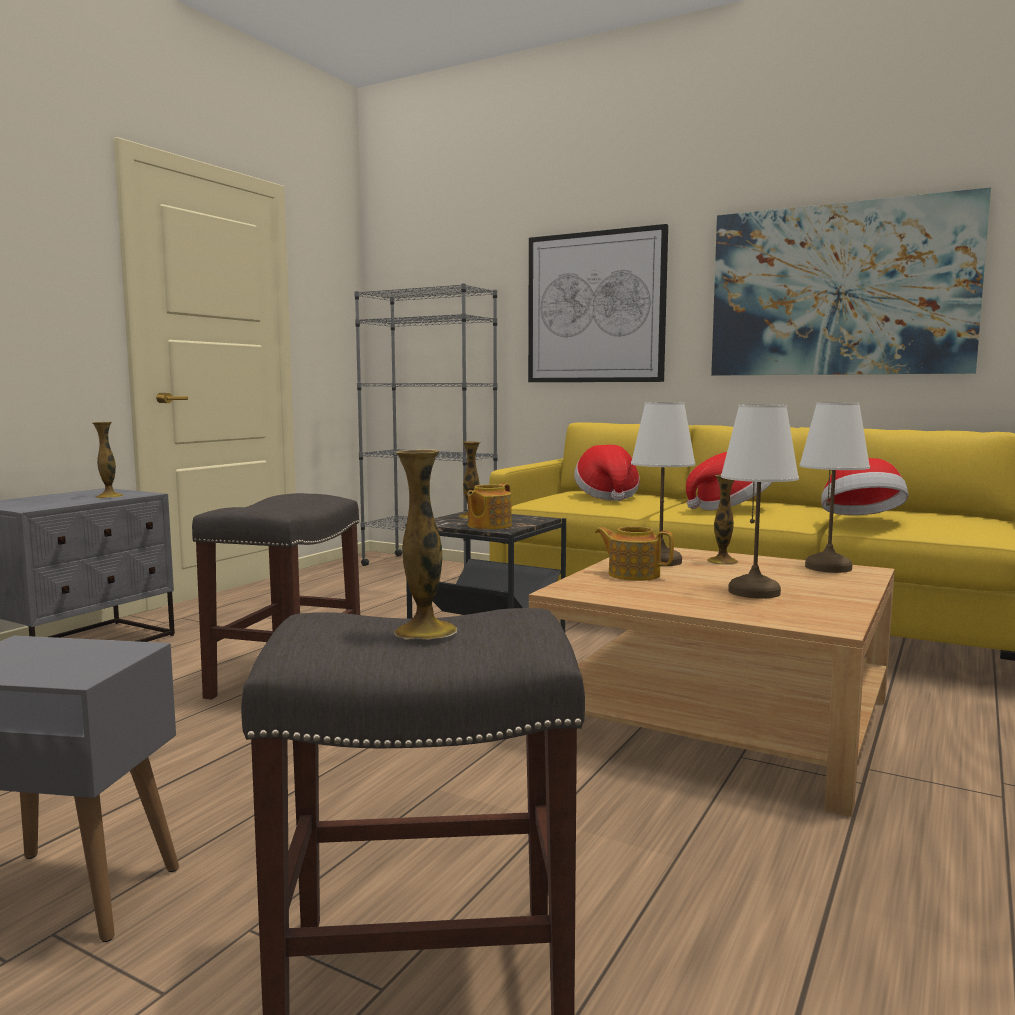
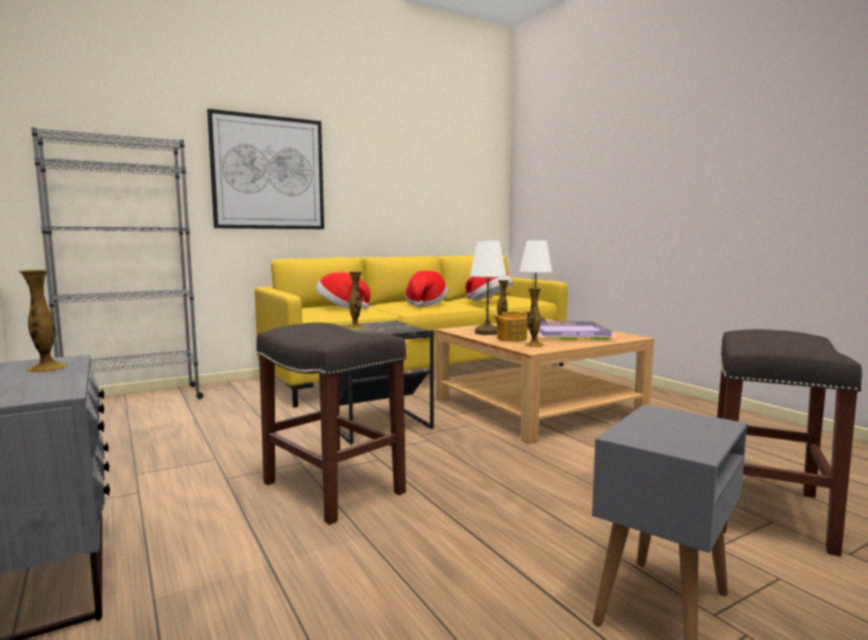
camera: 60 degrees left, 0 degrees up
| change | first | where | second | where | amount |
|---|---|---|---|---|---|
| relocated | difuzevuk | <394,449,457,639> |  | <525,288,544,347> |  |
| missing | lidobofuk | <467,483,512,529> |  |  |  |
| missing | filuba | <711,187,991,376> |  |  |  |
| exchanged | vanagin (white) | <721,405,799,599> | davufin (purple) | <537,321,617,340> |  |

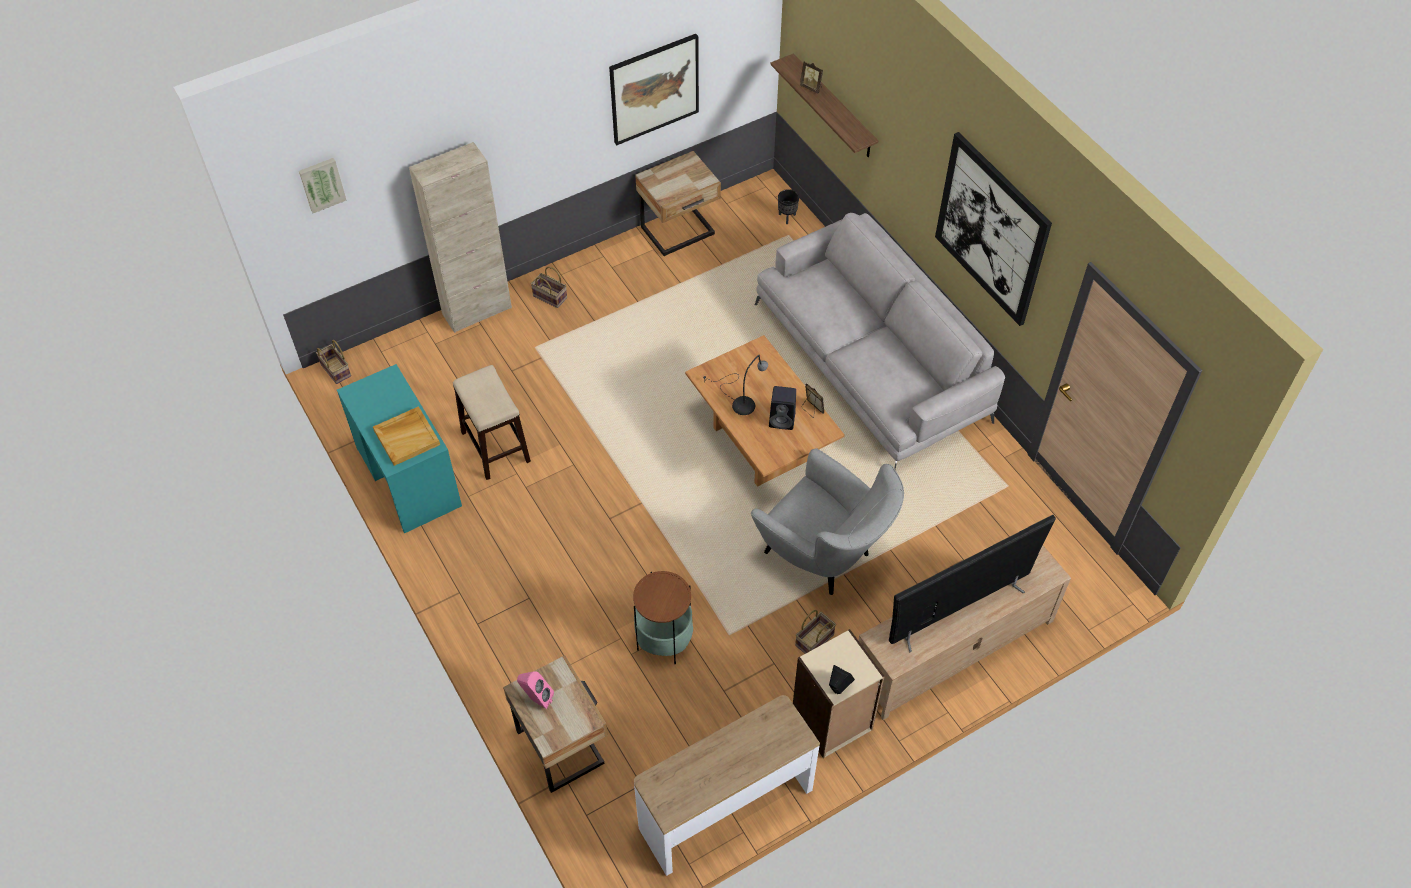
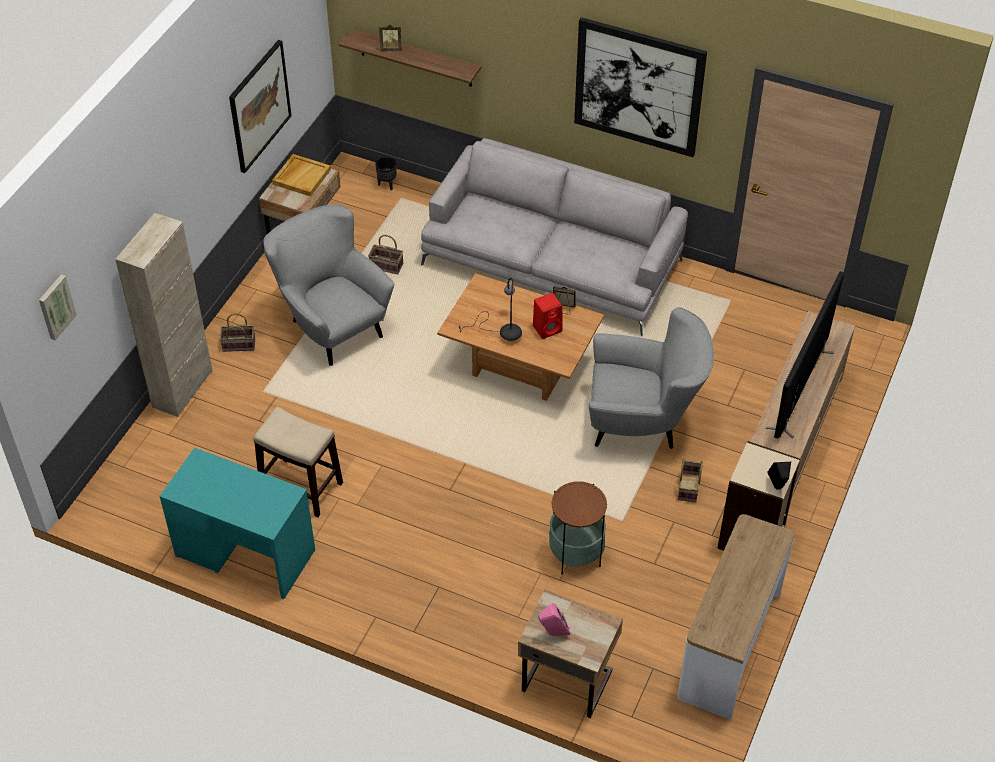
camera: 35 degrees left, 5 degrees down
| change | first | where | second | where | amount |
|---|---|---|---|---|---|
| relocated | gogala | <316,340,351,384> |  | <368,235,403,274> |  |
| relocated | davufin (beige) | <373,406,440,466> |  | <272,154,331,197> |  |
| colour | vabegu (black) | <769,386,796,430> | vabegu (red) | <533,293,563,339> |  |
| appeared |  |  | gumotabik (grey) | <264,204,394,366> |  |

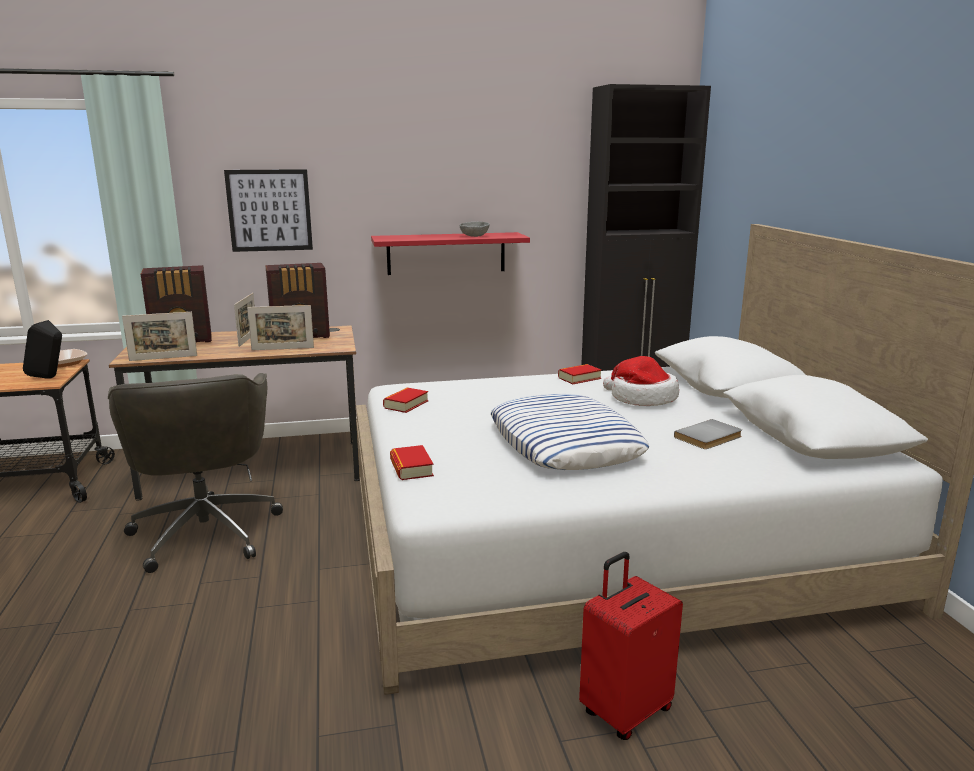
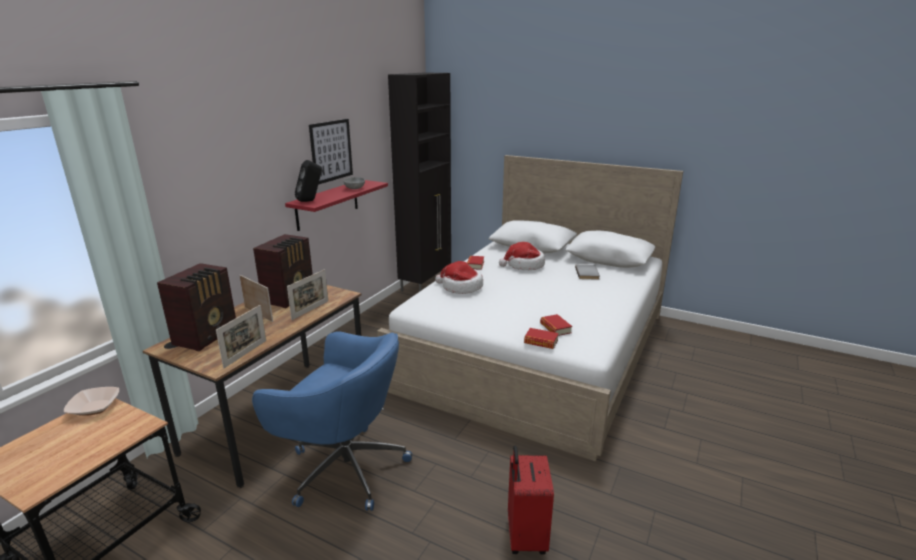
camera: 50 degrees left, 5 degrees up
| change | first | where | second | where | amount |
|---|---|---|---|---|---|
| relocated | vabegu (black) | <23,320,62,379> |  | <295,160,322,202> |  |
| colour | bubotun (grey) | <108,373,283,573> | bubotun (blue) | <252,331,412,511> |  |
| relocated | filuba | <224,169,313,252> |  | <309,119,353,185> |  |
| relocated | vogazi | <383,387,428,413> |  | <540,314,572,336> |  |
| missing | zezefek | <490,394,650,470> |  |  |  |
| relocated | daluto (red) | <579,552,683,740> |  | <508,446,554,555> |  |
| appeared |  |  | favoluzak | <435,261,483,294> |  |

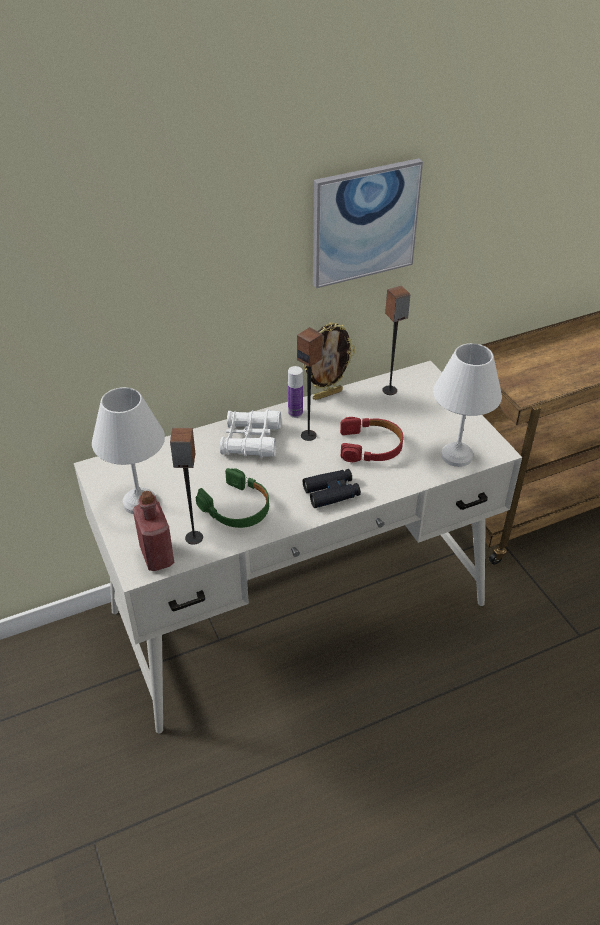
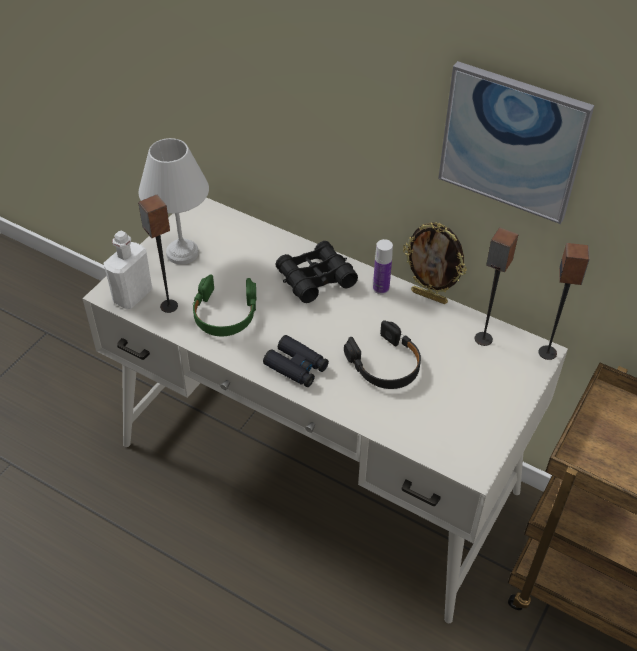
camera: 55 degrees right, 5 degrees up
| change | first | where | second | where | amount |
|---|---|---|---|---|---|
| colour | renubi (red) | <133,491,174,571> | renubi (white) | <104,231,152,309> |  |
| colour | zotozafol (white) | <220,409,281,458> | zotozafol (black) | <275,241,358,303> |  |
| relocated | vabegu | <297,327,323,441> |  | <538,243,590,360> |  |
| colour | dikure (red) | <340,417,403,462> | dikure (black) | <344,320,421,389> |  |
| missing | vanagin (white) | <433,343,502,467> |  |  |  |

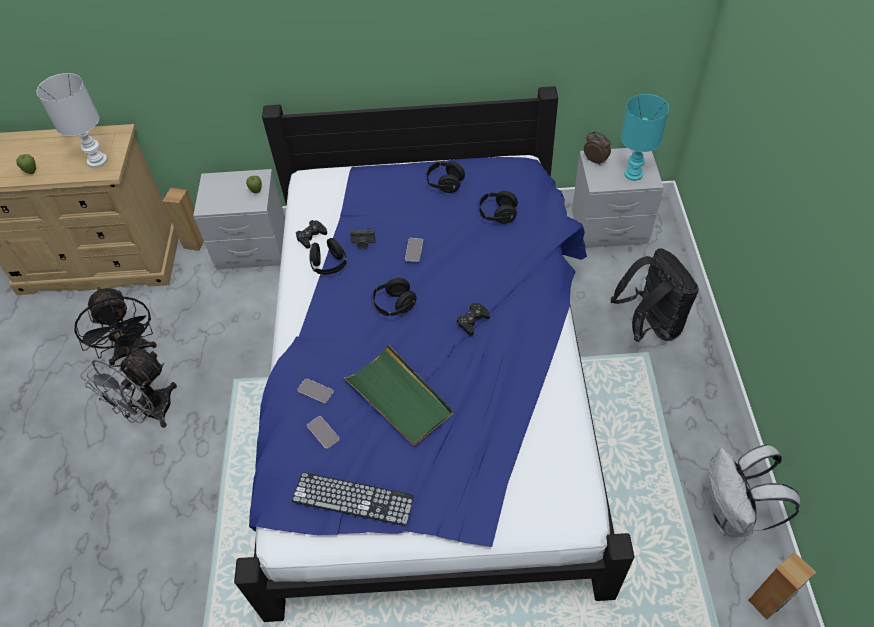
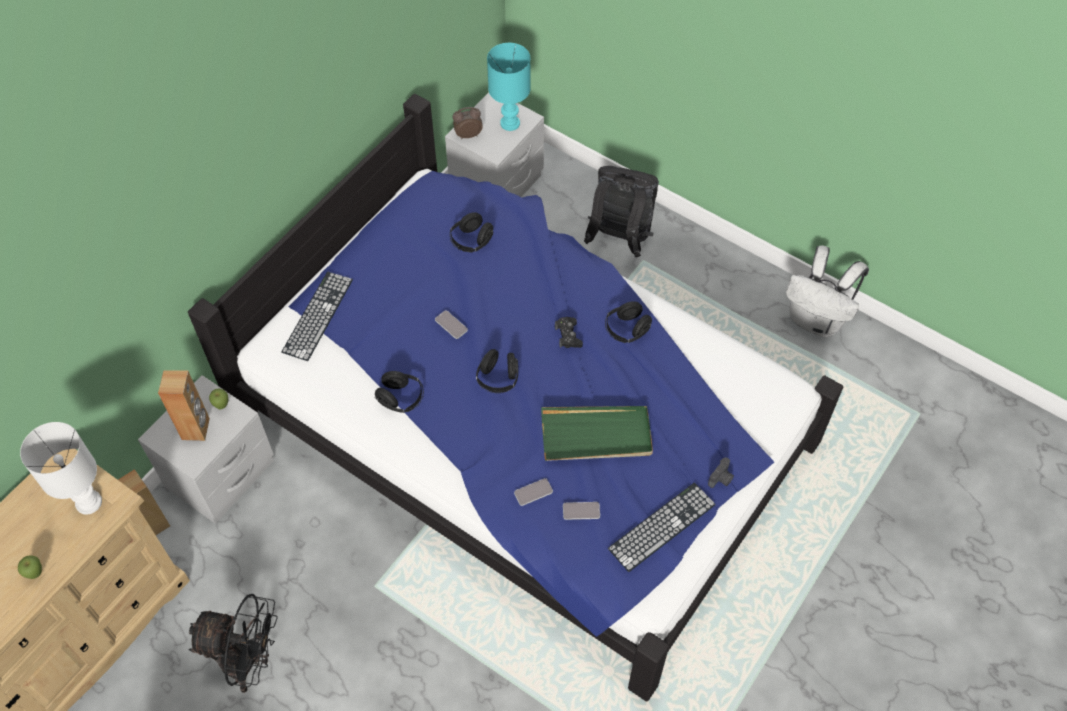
camera: 55 degrees left, 5 degrees up
| change | first | where | second | where | amount |
|---|---|---|---|---|---|
| missing | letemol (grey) | <80,347,177,428> |  |  |  |
| missing | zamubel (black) | <296,220,327,249> |  |  |  |
| relocated | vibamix | <350,228,376,249> |  | <708,457,734,488> |  |
| relocated | dikure (black) | <425,162,465,193> |  | <605,301,652,343> |  |
| relocated | vabegu (brown) | <748,552,816,619> |  | <158,370,210,441> |  |
| appeared |  |  | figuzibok | <282,272,353,361> |  |

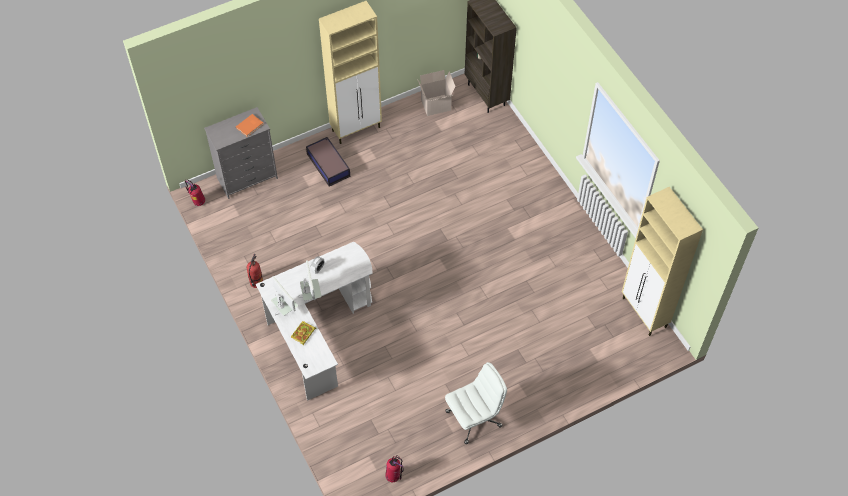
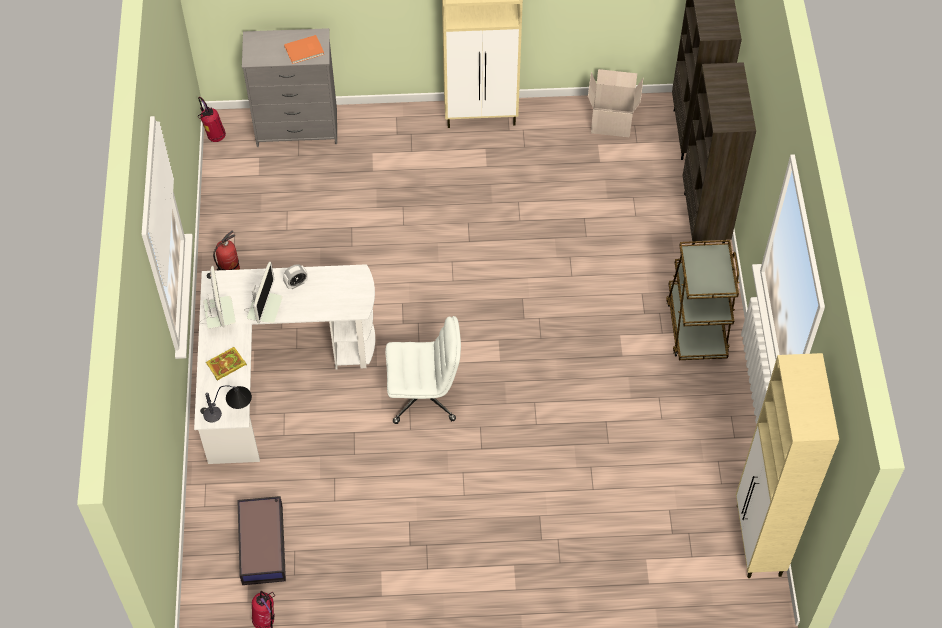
camera: 25 degrees right, 0 degrees up
| change | first | where | second | where | amount |
|---|---|---|---|---|---|
| relocated | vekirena | <306,137,350,187> |  | <238,496,286,585> |  |
| relocated | bubotun (white) | <445,362,507,444> |  | <385,316,461,424> |  |
| appeared |  |  | vanagin | <203,385,252,423> |  |
| appeared |  |  | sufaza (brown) | <666,240,740,360> |  |
| appeared |  |  | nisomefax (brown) | <682,62,756,245> |  |

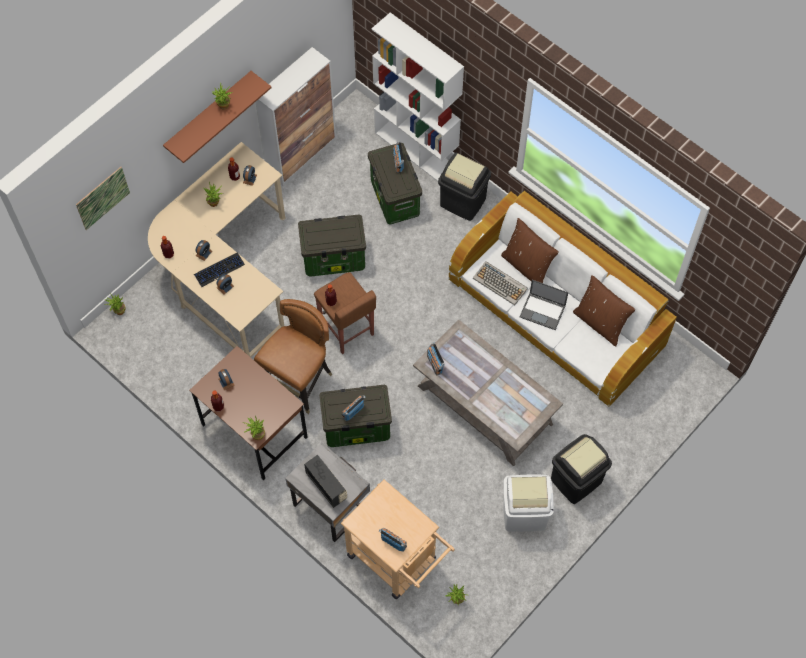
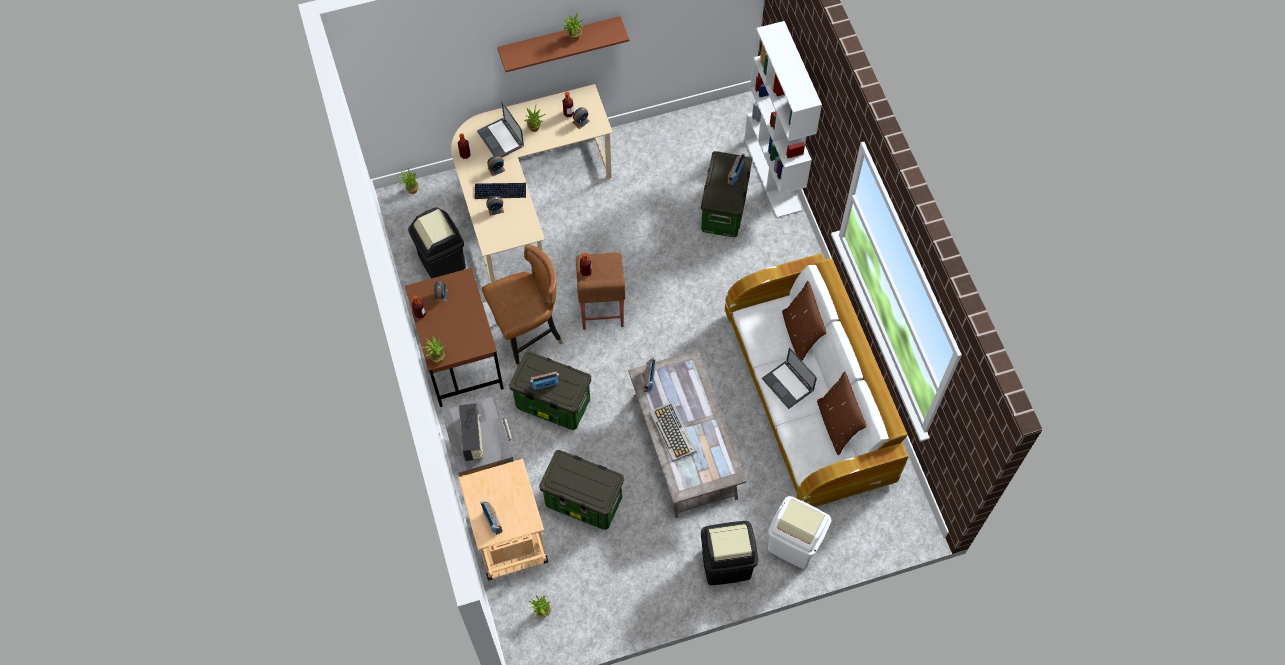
camera: 30 degrees right, 0 degrees up
| change | first | where | second | where | amount |
|---|---|---|---|---|---|
| missing | filuba | <76,167,130,230> |  |  |  |
| missing | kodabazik | <255,47,336,187> |  |  |  |
| relocated | vekirena | <298,215,366,276> |  | <539,450,624,530> |  |
| relocated | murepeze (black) | <438,152,491,221> |  | <408,207,466,279> |  |
| relocated | figuzibok | <473,261,528,305> |  | <649,402,697,462> |  |
| relocated | murepeze (white) | <503,475,554,532> |  | <768,496,831,569> |  |
| appeared |  |  | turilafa | <477,101,524,157> |  |

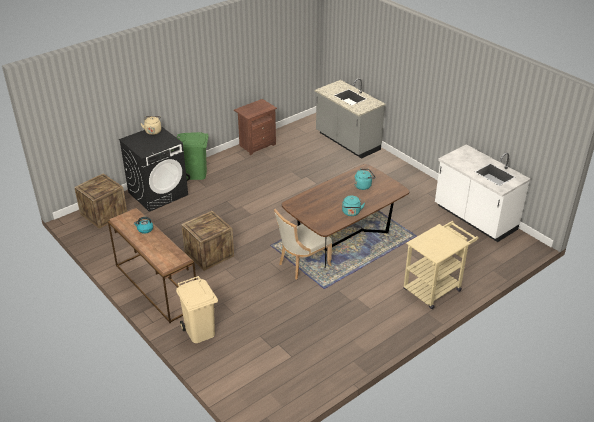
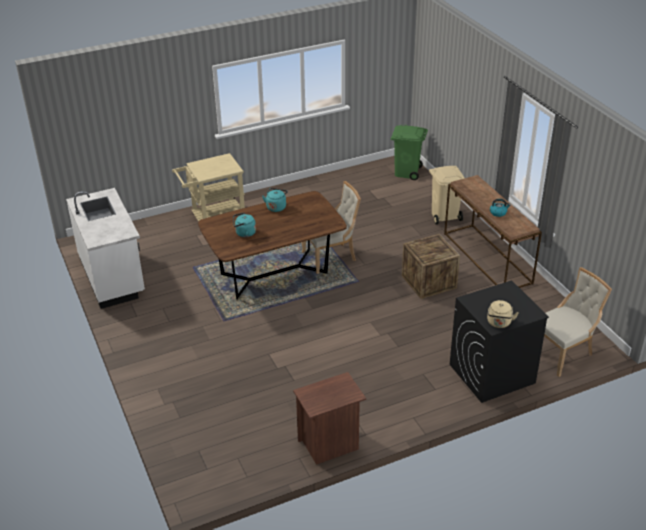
camera: 165 degrees left, 0 degrees up
| change | first | where | second | where | amount |
|---|---|---|---|---|---|
| exchanged | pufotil | <74,174,127,229> | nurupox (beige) | <544,267,612,377> |  |
| relocated | murepeze (green) | <177,132,209,181> |  | <391,125,428,180> |  |
| missing | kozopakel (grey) | <314,78,385,159> |  |  |  |

